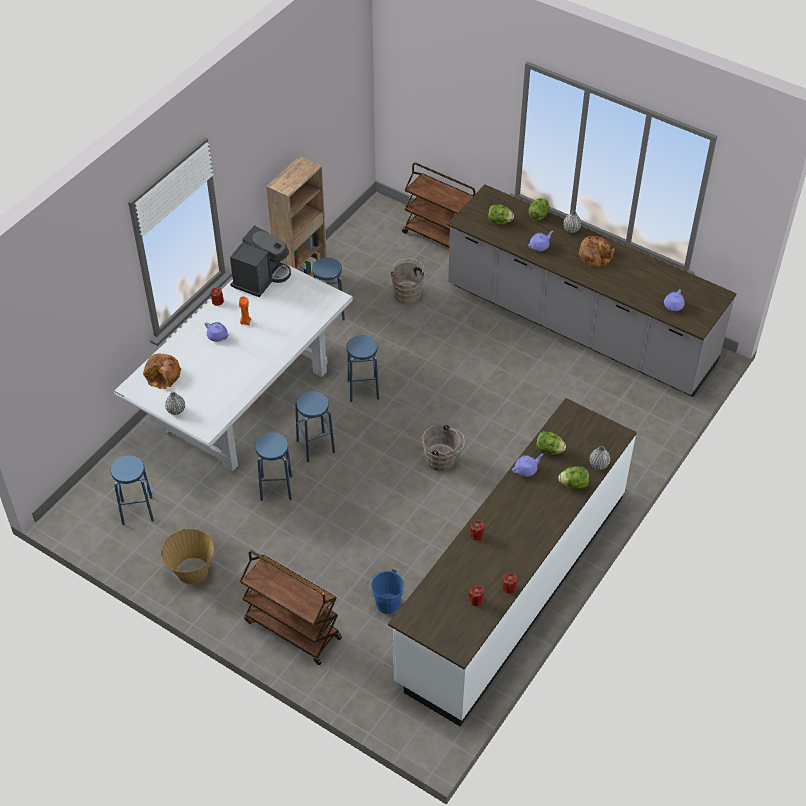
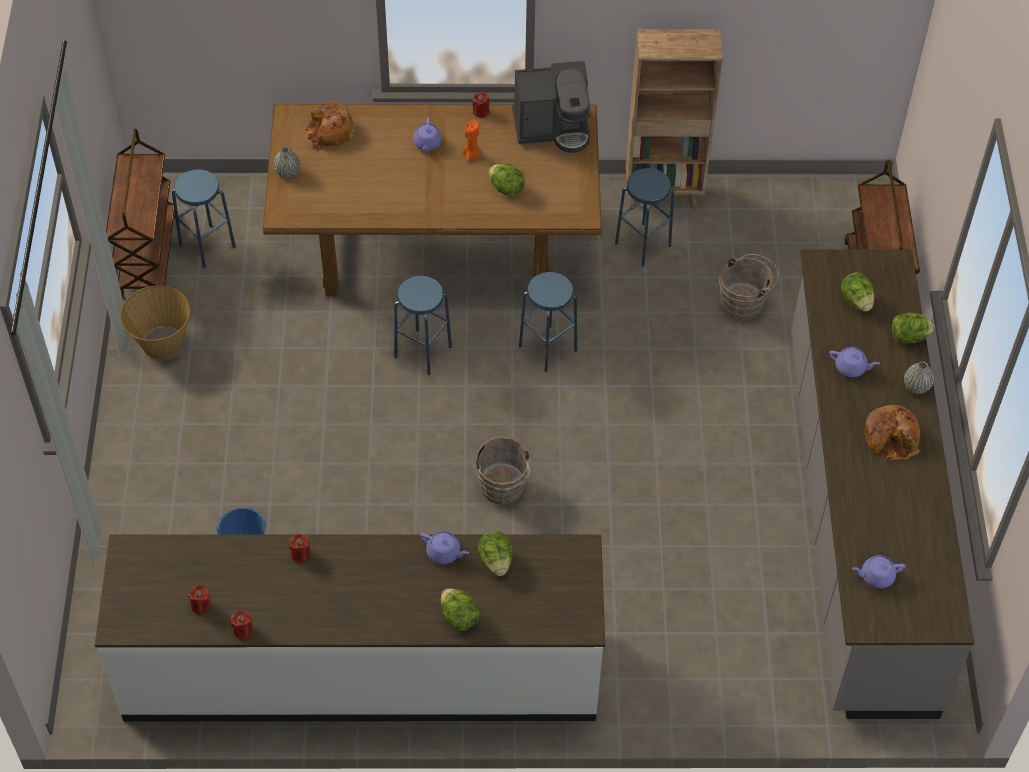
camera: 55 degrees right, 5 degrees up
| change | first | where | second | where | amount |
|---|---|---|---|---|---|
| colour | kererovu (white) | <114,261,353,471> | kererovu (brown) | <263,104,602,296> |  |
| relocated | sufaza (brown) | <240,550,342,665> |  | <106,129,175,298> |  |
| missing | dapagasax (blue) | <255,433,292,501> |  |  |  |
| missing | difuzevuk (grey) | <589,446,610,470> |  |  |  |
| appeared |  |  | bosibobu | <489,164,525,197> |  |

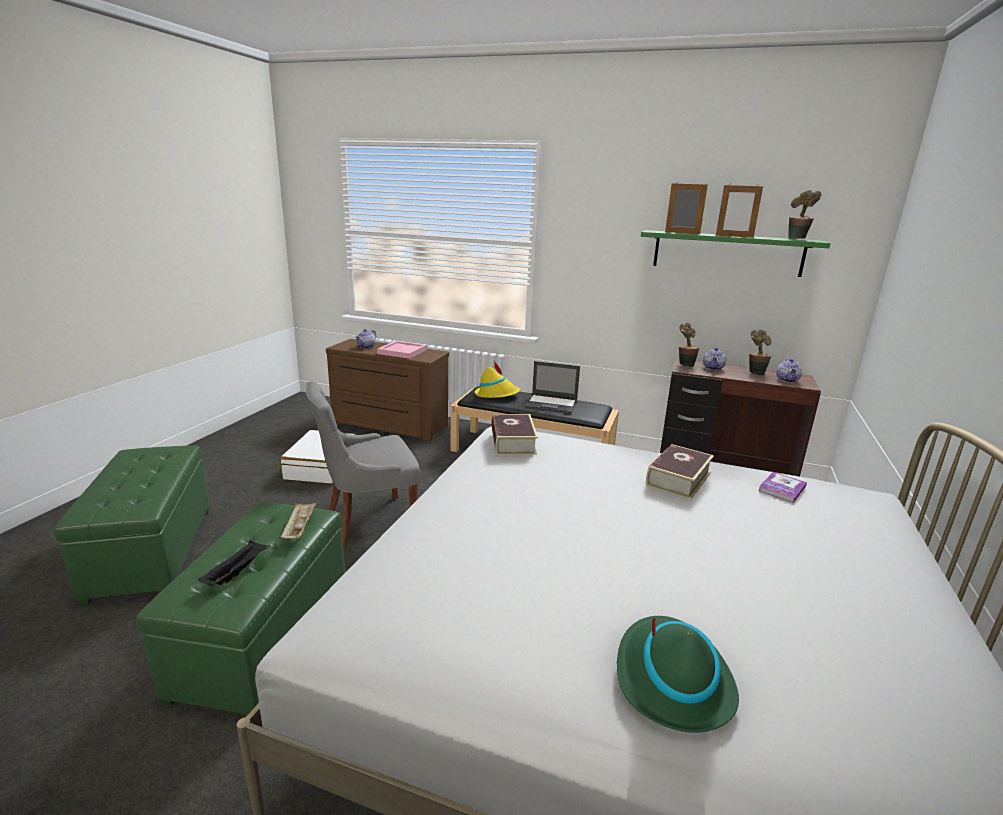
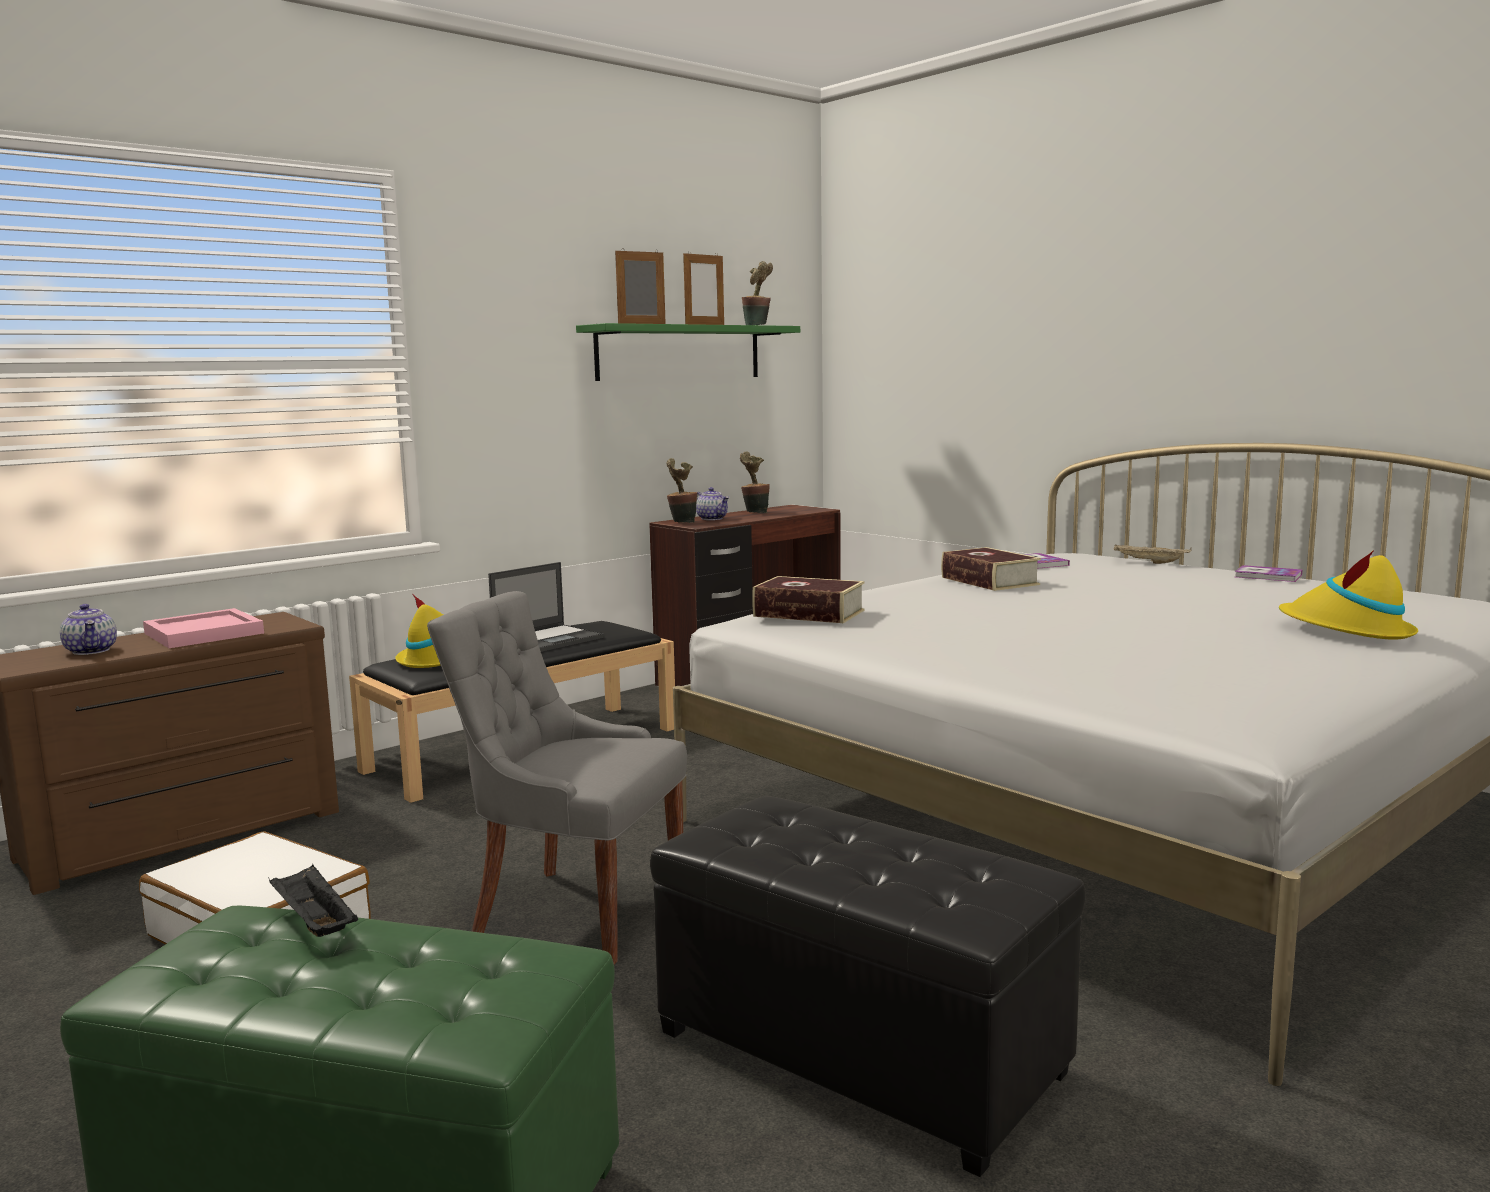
camera: 60 degrees left, 10 degrees down
| change | first | where | second | where | amount |
|---|---|---|---|---|---|
| colour | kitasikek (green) | <137,502,345,715> | kitasikek (black) | <650,796,1085,1177> |  |
| relocated | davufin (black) | <198,540,270,586> |  | <269,863,358,937> |  |
| relocated | davufin (beige) | <281,503,316,539> |  | <1114,545,1192,564> |  |
| spun | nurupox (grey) | <306,381,420,549> |  | <427,591,687,965> | 105 degrees clockwise |
| colour | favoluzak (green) | <617,616,739,733> | favoluzak (yellow) | <1279,550,1418,640> |  |
| missing | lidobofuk | <776,359,802,383> |  |  |  |
| appeared |  |  | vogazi | <1235,565,1302,582> |  |

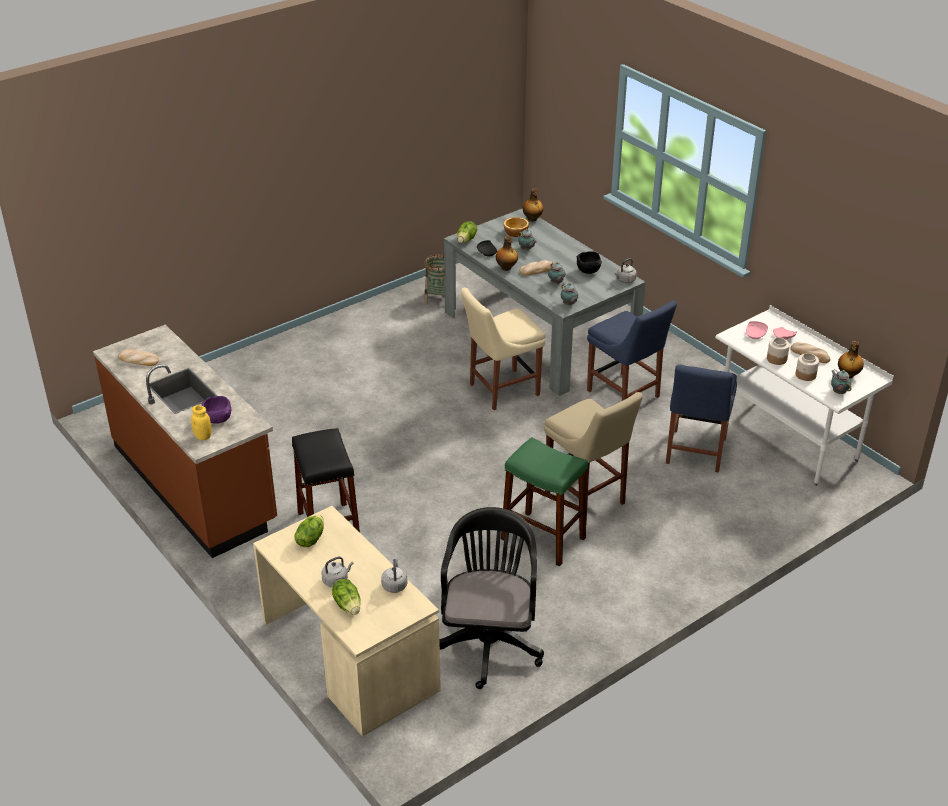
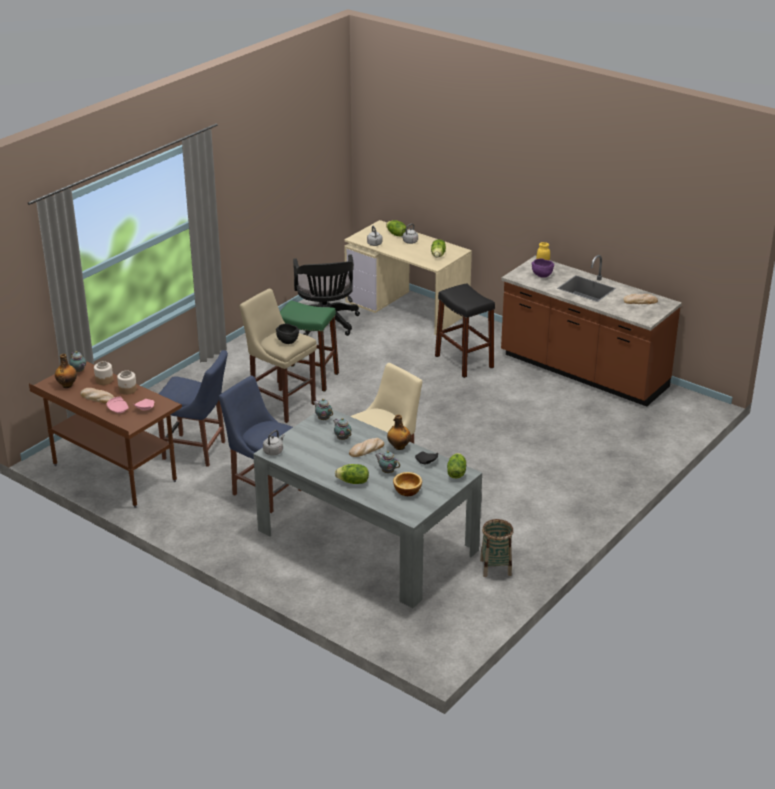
camera: 165 degrees right, 5 degrees down
| change | first | where | second | where | amount |
|---|---|---|---|---|---|
| missing | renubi | <523,188,544,222> |  |  |  |
| relocated | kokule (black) | <577,251,602,274> |  | <276,323,299,344> |  |
| spun | nurupox (blue) | <666,364,737,472> |  | <158,350,228,467> | 105 degrees clockwise |
| colour | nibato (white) | <715,305,894,486> | nibato (brown) | <29,361,182,508> |  |
| appeared |  |  | bosibobu | <335,464,369,484> |  |

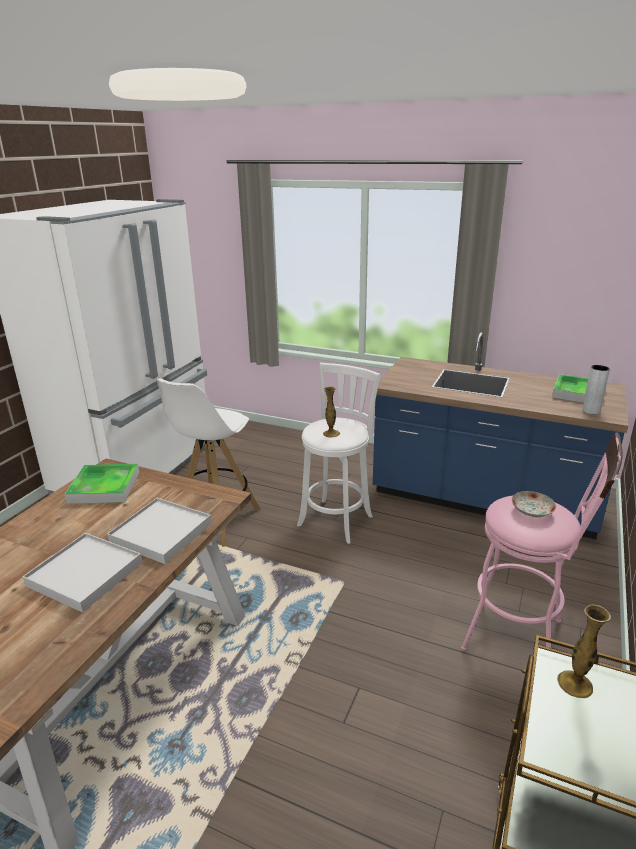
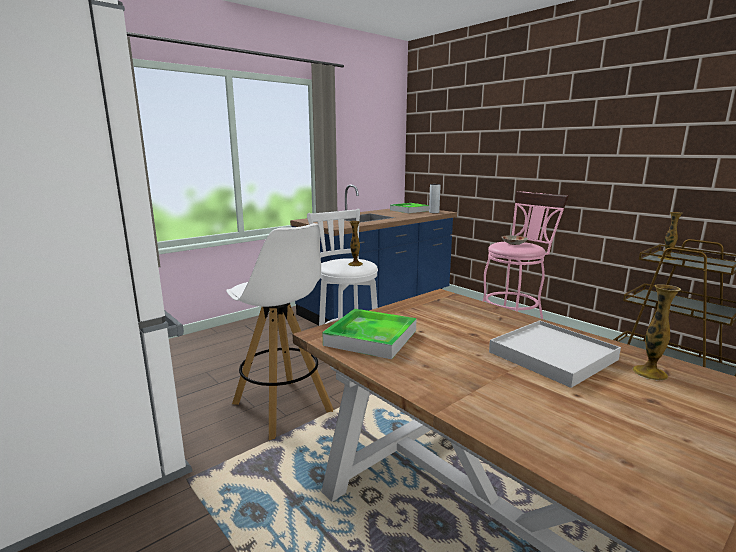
camera: 65 degrees left, 10 degrees down
| change | first | where | second | where | amount |
|---|---|---|---|---|---|
| missing | davufin (white) | <107,498,212,564> |  |  |  |
| appeared |  |  | difuzevuk | <632,284,681,380> |  |

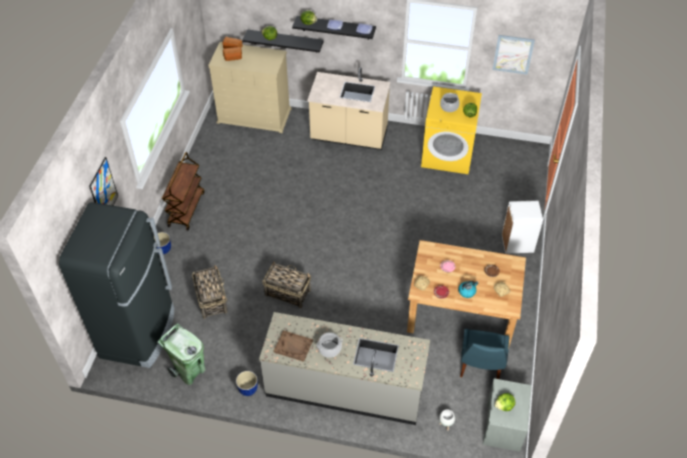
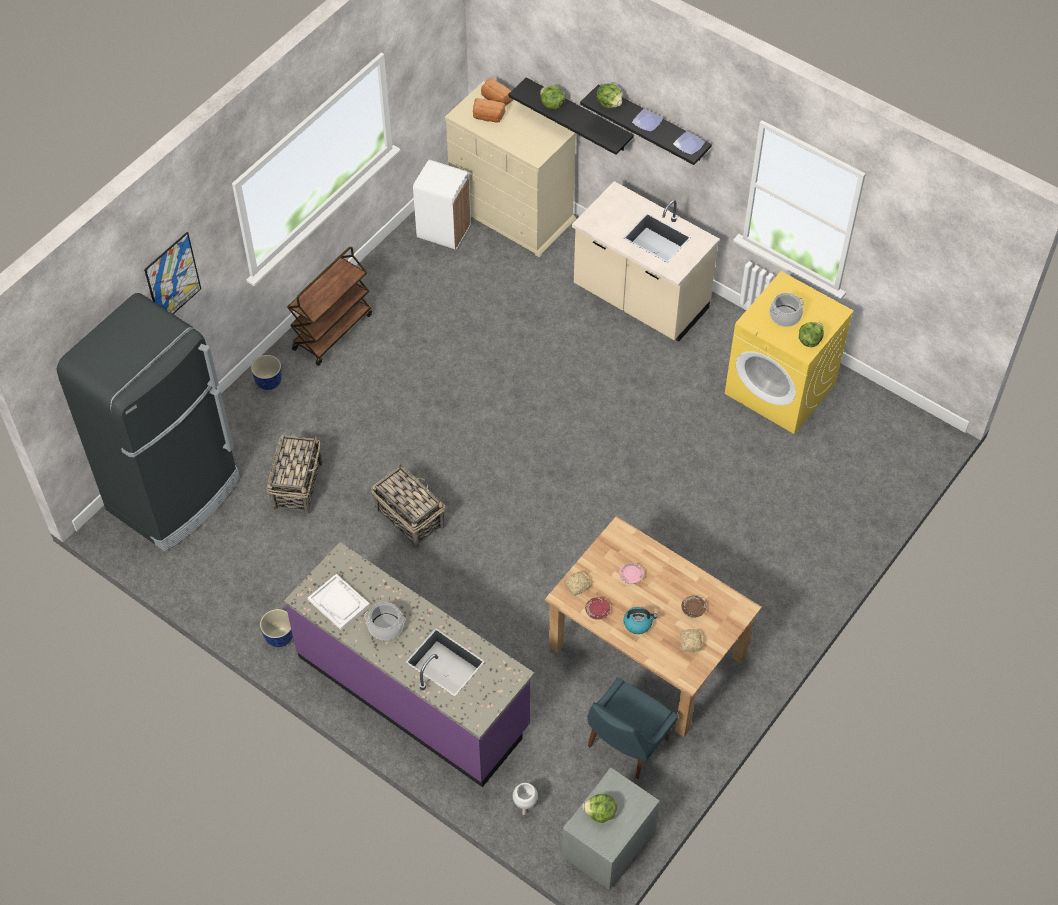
camera: 25 degrees right, 5 degrees up
| change | first | where | second | where | amount |
|---|---|---|---|---|---|
| missing | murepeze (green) | <157,323,206,385> |  |  |  |
| colour | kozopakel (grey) | <259,312,430,425> | kozopakel (purple) | <284,542,534,787> |  |
| colour | davufin (brown) | <274,330,313,362> | davufin (white) | <308,574,370,630> |  |
| missing | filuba | <492,35,535,75> |  |  |  |
| relocated | murepeze (white) | <502,201,543,254> |  | <413,160,471,250> |  |

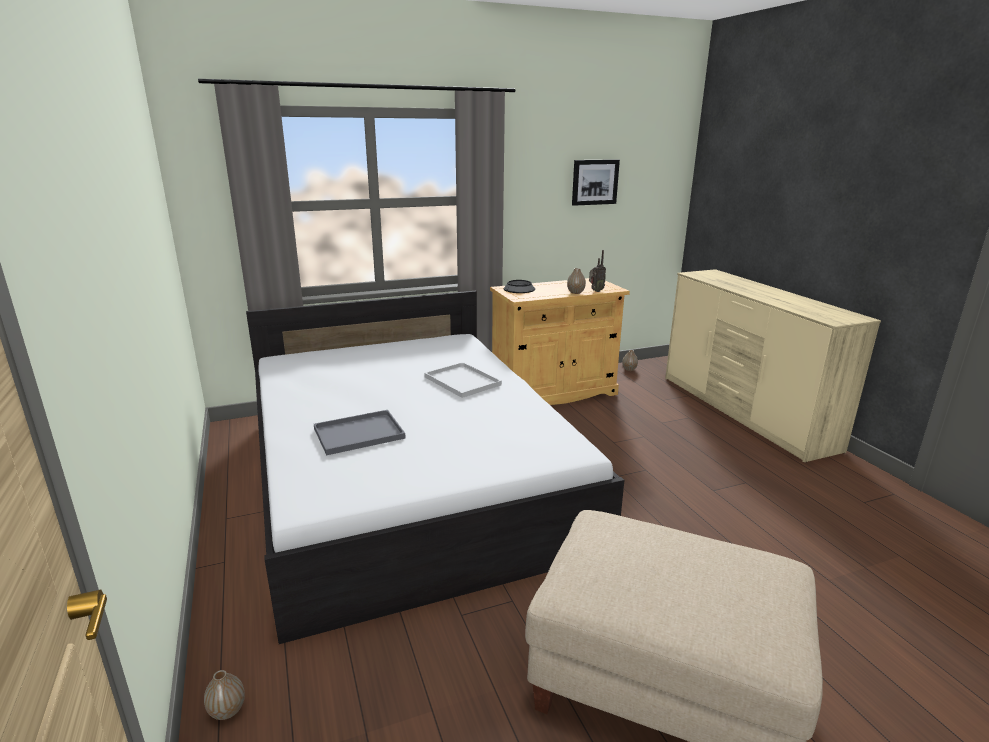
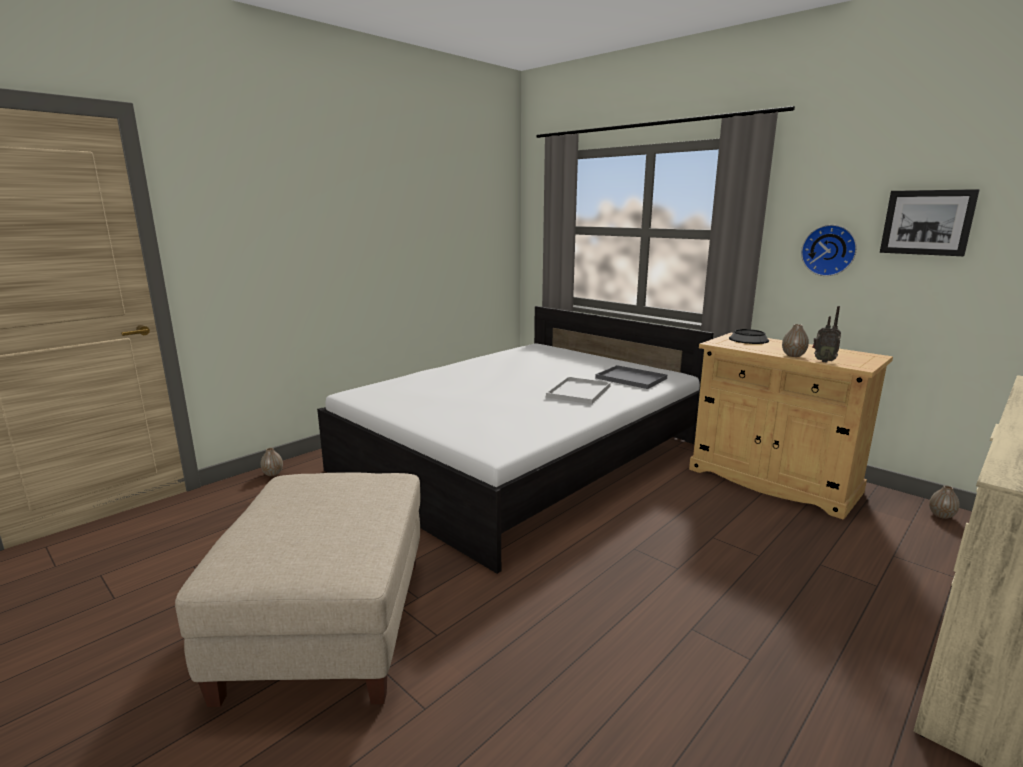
camera: 65 degrees right, 5 degrees down
| change | first | where | second | where | amount |
|---|---|---|---|---|---|
| relocated | davufin (grey) | <314,410,406,455> |  | <595,365,667,389> |  |
| appeared |  |  | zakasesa | <801,225,857,276> |  |

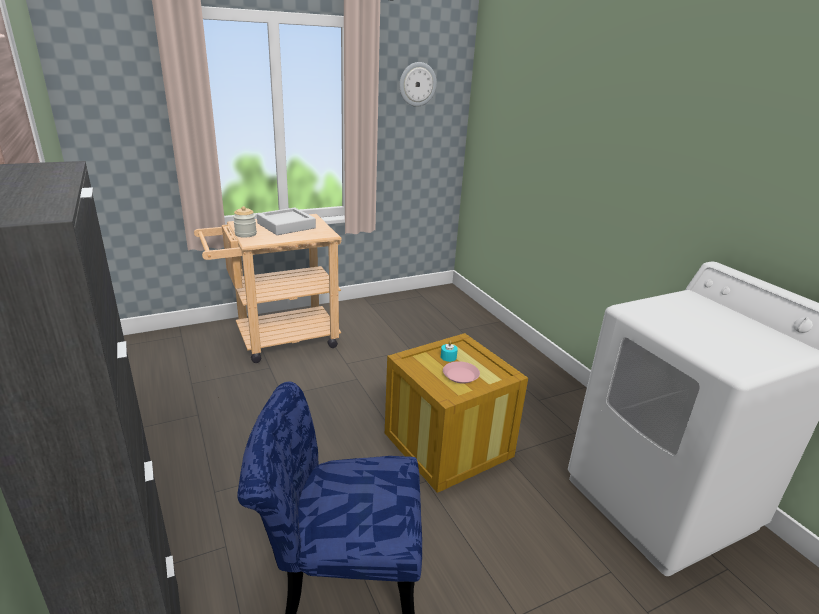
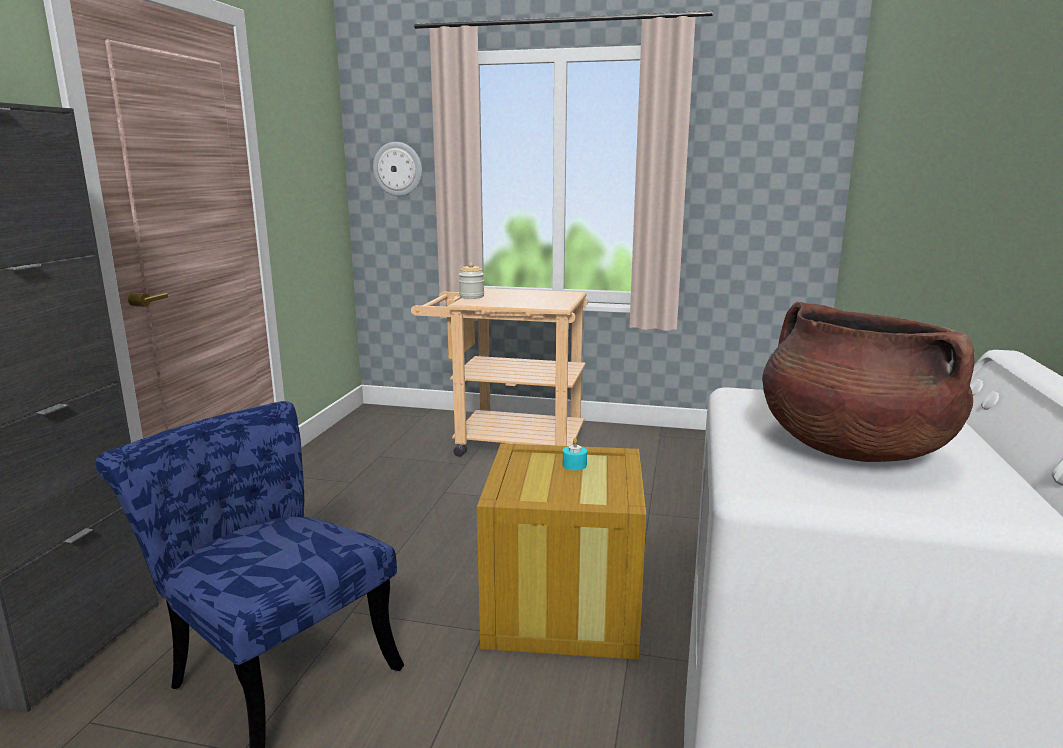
camera: 40 degrees right, 10 degrees down
| change | first | where | second | where | amount |
|---|---|---|---|---|---|
| missing | davufin (grey) | <257,207,316,235> |  |  |  |
| relocated | zakasesa | <399,62,437,107> |  | <373,142,422,196> |  |
| missing | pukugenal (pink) | <443,361,480,384> |  |  |  |
| appeared |  |  | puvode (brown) | <762,301,974,462> |  |

